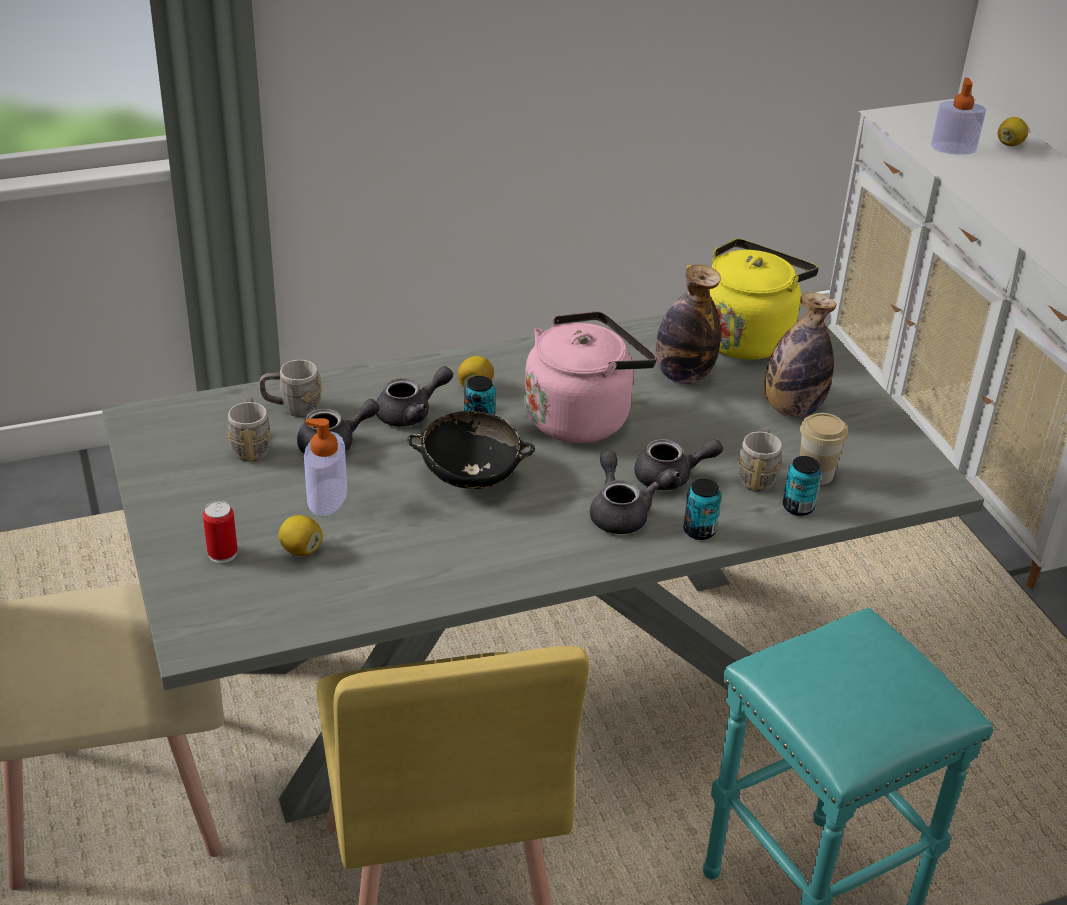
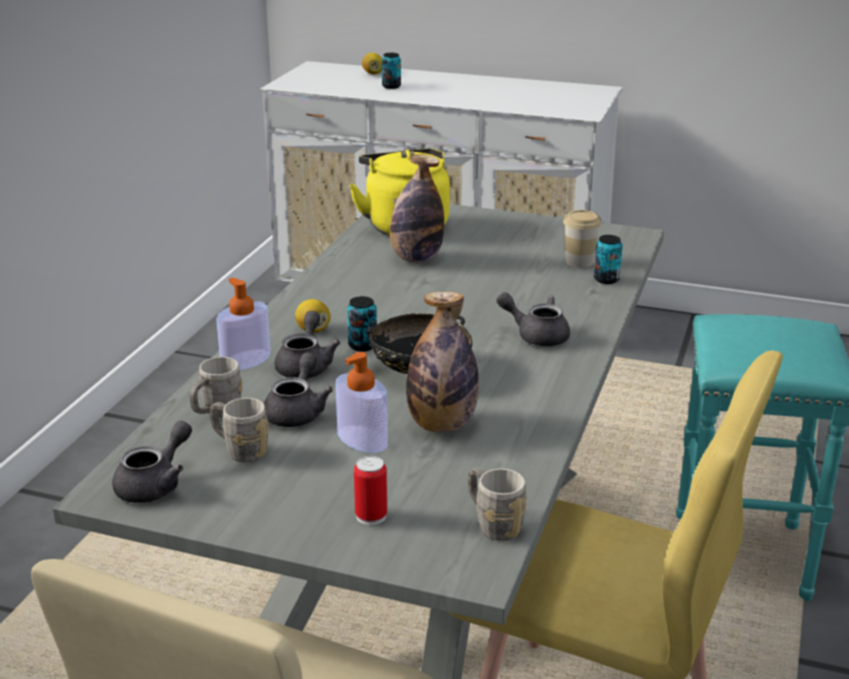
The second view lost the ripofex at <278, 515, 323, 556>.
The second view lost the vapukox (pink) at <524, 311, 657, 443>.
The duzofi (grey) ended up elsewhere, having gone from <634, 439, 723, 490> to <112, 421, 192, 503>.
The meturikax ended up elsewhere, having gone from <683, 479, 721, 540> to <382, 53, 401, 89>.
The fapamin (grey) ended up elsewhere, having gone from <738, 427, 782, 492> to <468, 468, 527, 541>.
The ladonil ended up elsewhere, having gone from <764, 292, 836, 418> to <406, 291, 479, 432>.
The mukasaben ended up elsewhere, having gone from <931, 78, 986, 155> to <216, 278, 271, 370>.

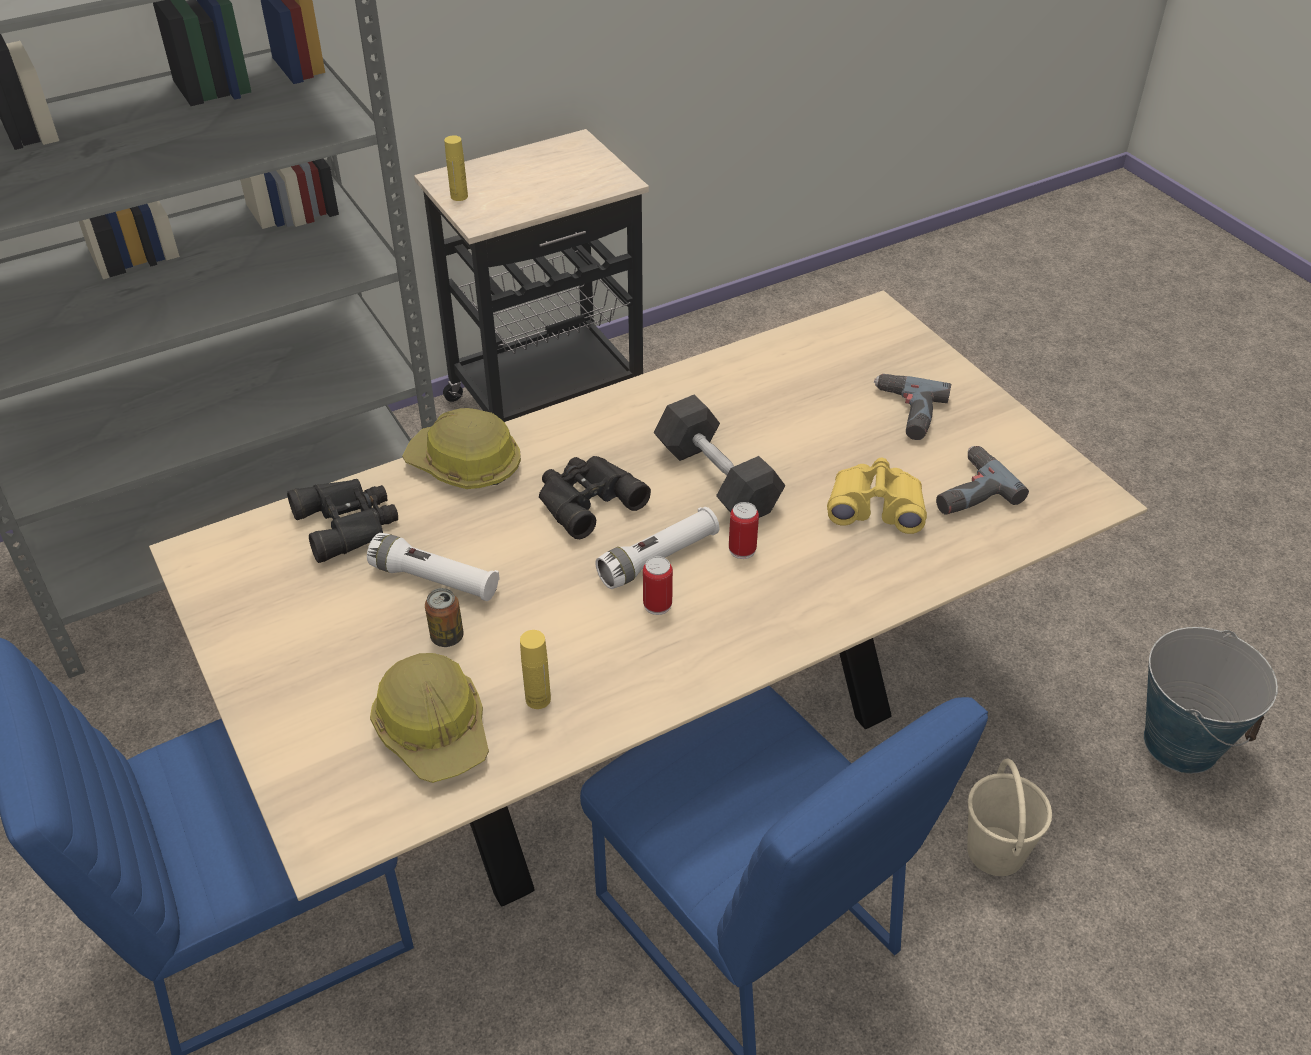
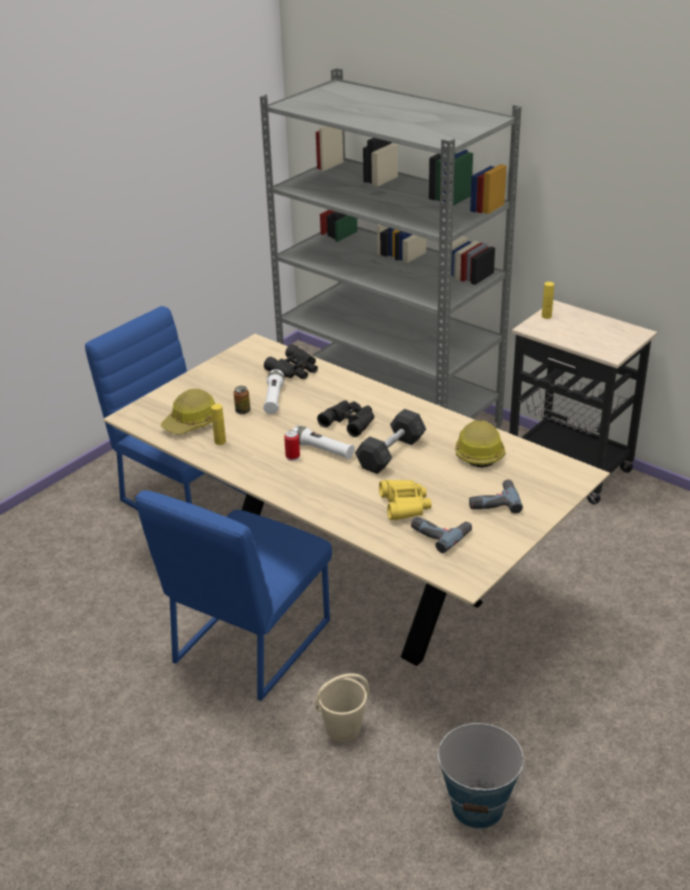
The second view lost the meturikax at <729, 502, 759, 559>.
The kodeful ended up elsewhere, having gone from <402, 408, 521, 489> to <455, 420, 506, 468>.

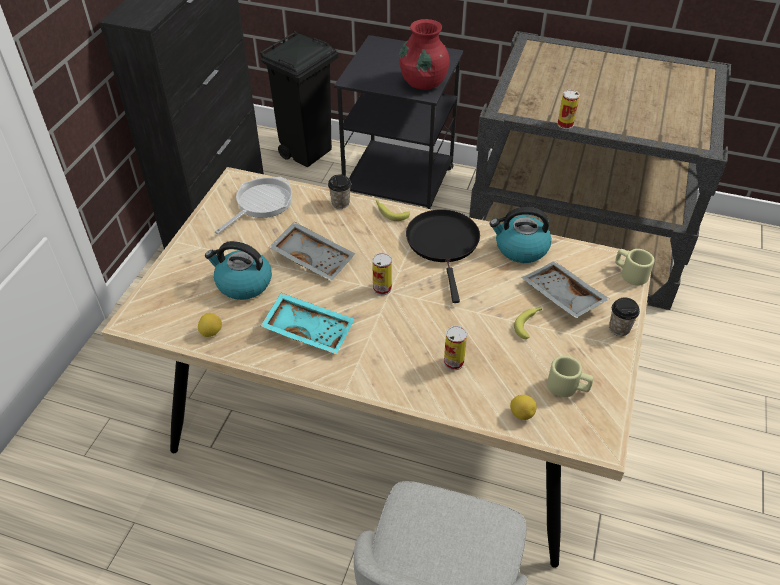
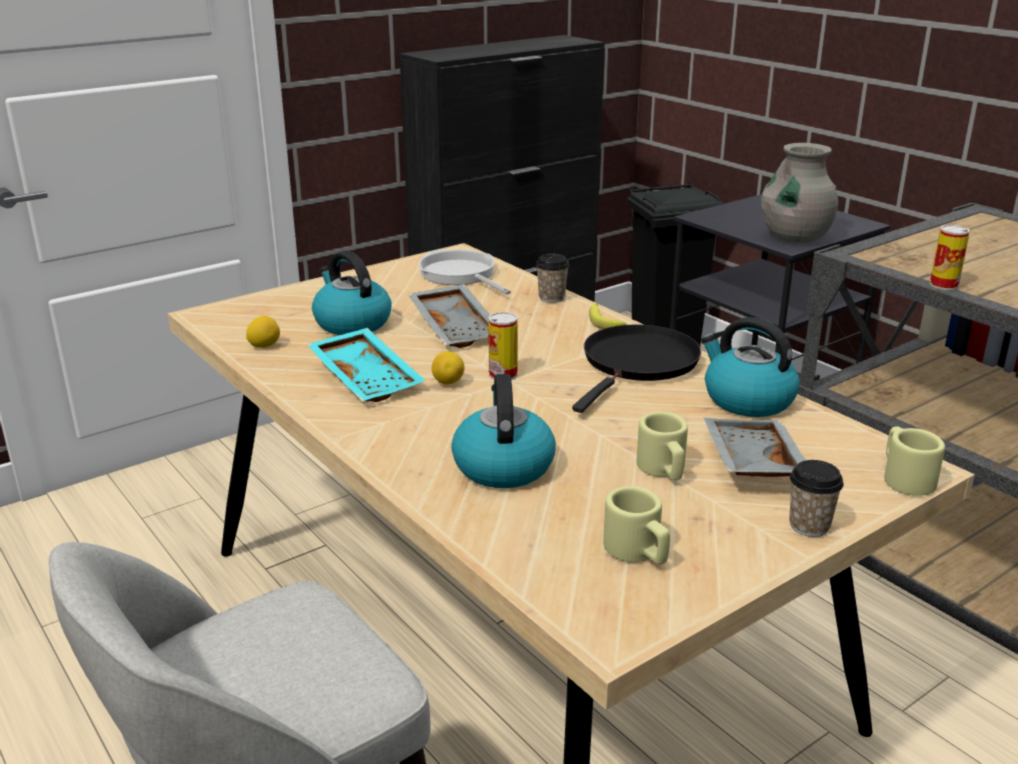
The ripofex ended up elsewhere, having gone from <510, 395, 537, 420> to <432, 352, 464, 385>.
Where the meturikax stood at <444, 325, 467, 370>, the vapukox came to stand at <451, 374, 556, 488>.
Where the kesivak stood at <514, 307, 542, 339>, the fapamin (beige) came to stand at <636, 412, 688, 480>.
What was the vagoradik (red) at <399, 19, 450, 90> turned into the vagoradik (grey) at <761, 143, 838, 243>.
The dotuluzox at <215, 177, 292, 234> ended up facing another way, 105 degrees counterclockwise from before.

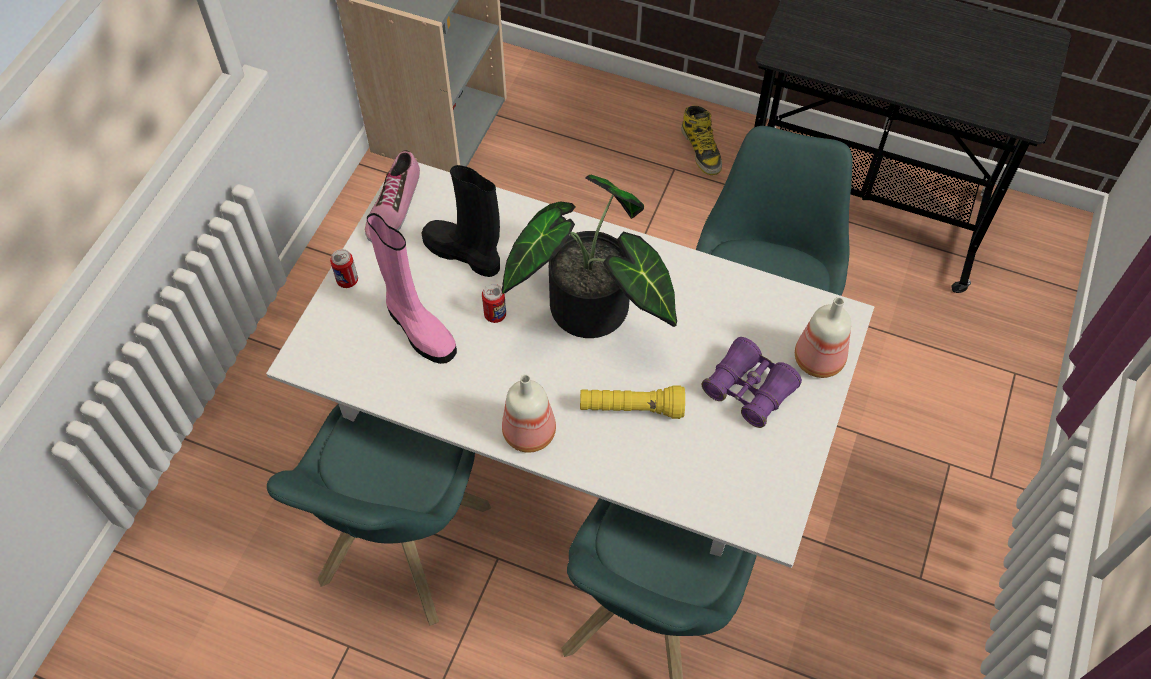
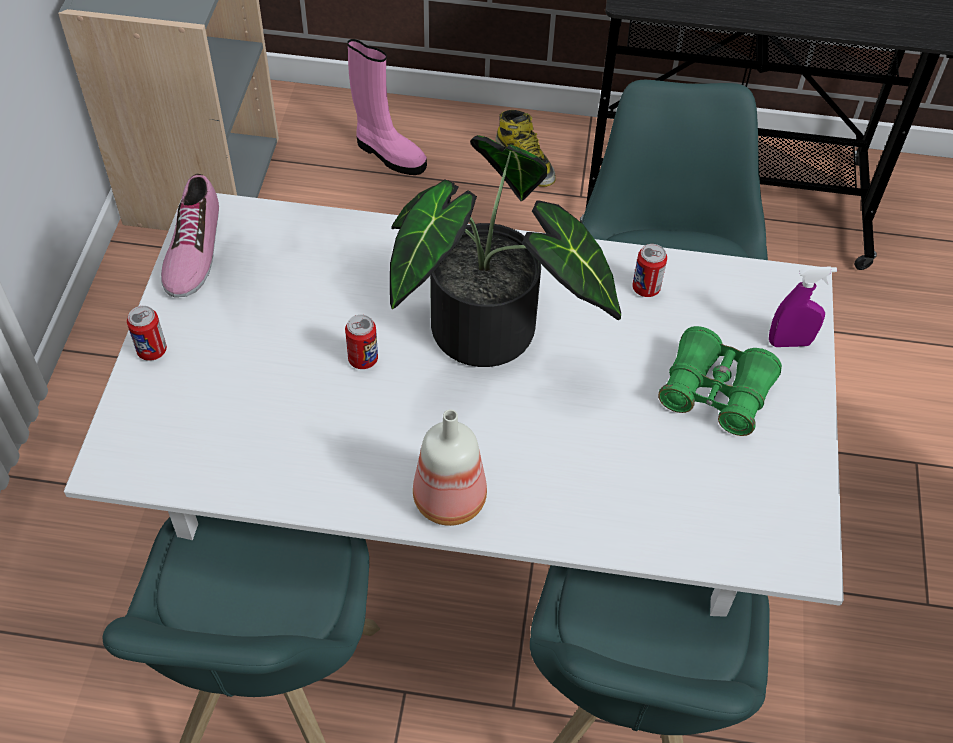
The second view lost the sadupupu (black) at <422, 165, 500, 277>.
The second view lost the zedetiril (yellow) at <580, 385, 685, 419>.
The second view gained the meturikax at <632, 244, 667, 297>.
The sadupupu (pink) ended up elsewhere, having gone from <367, 213, 457, 364> to <347, 39, 427, 175>.
Where the ladonil stood at <795, 297, 851, 378>, the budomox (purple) came to stand at <769, 266, 837, 347>.
What was the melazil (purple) at <702, 337, 802, 428> turned into the melazil (green) at <658, 326, 782, 436>.

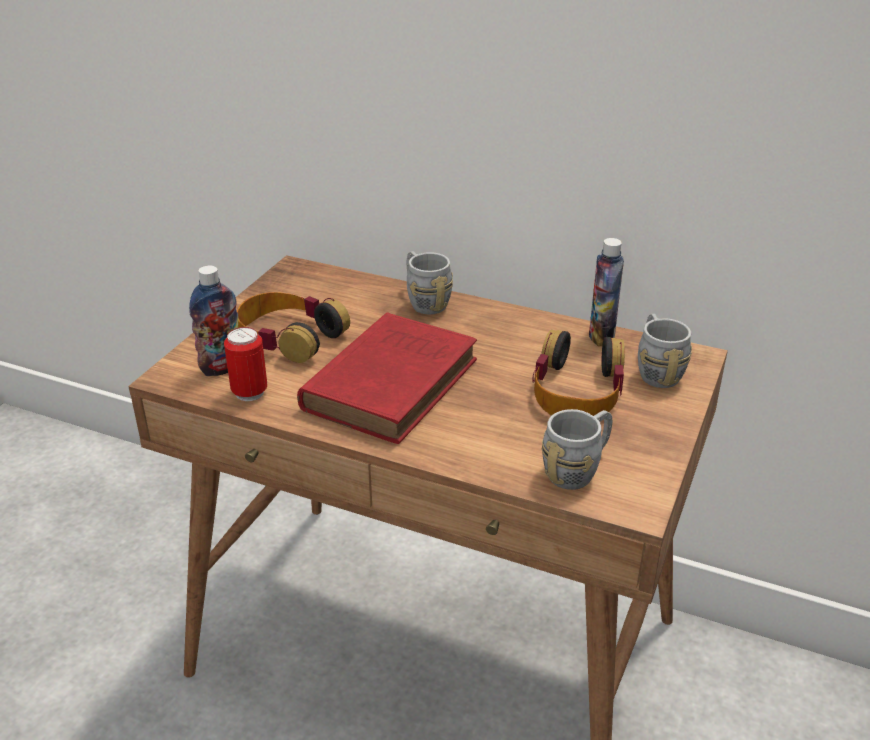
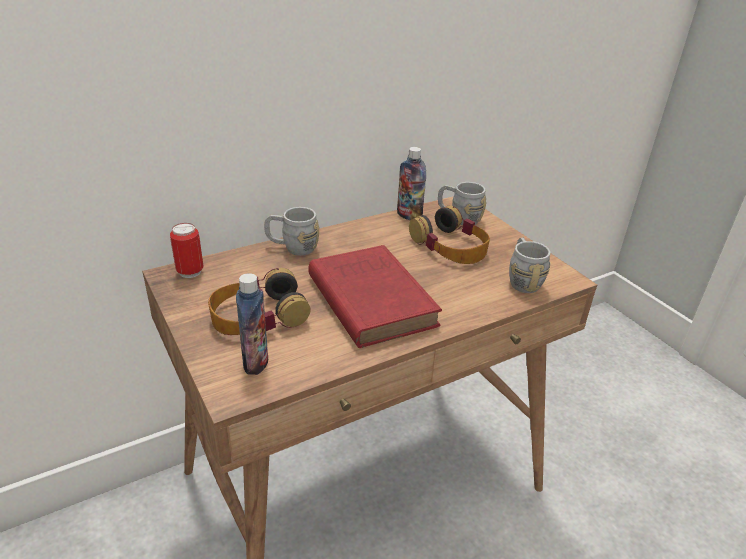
The meturikax ended up elsewhere, having gone from <224, 327, 267, 401> to <170, 223, 203, 278>.

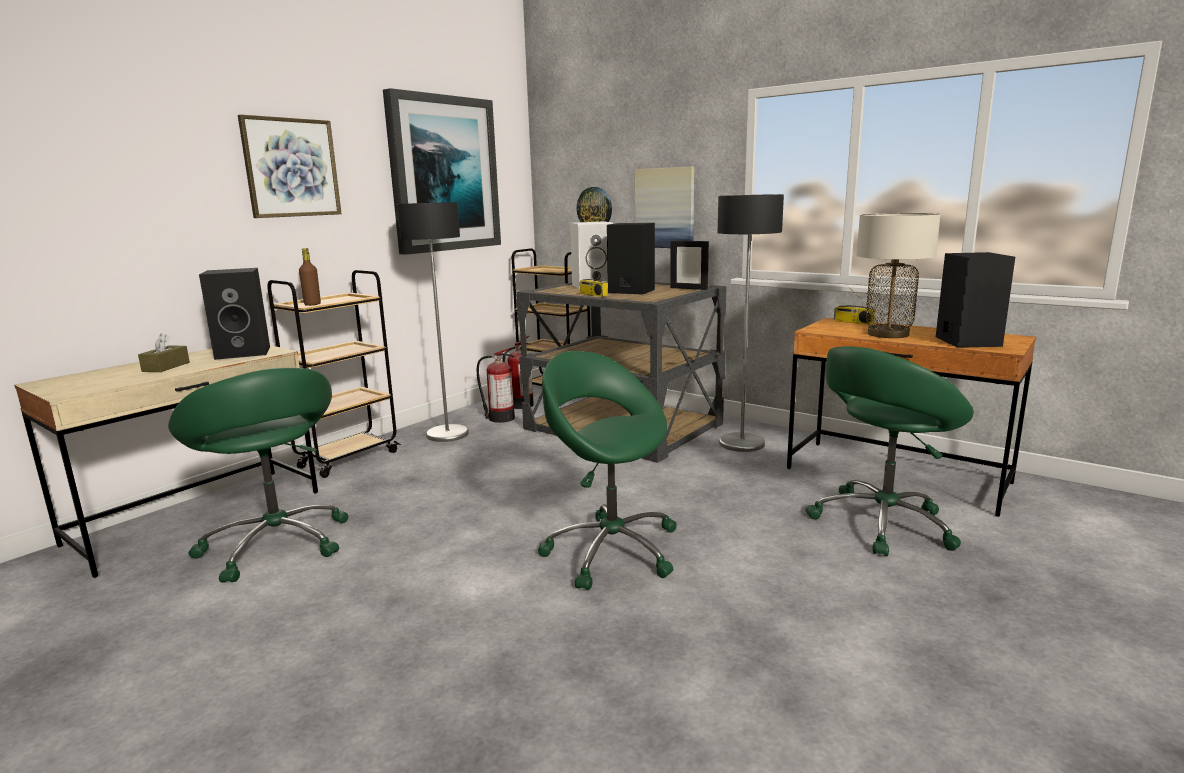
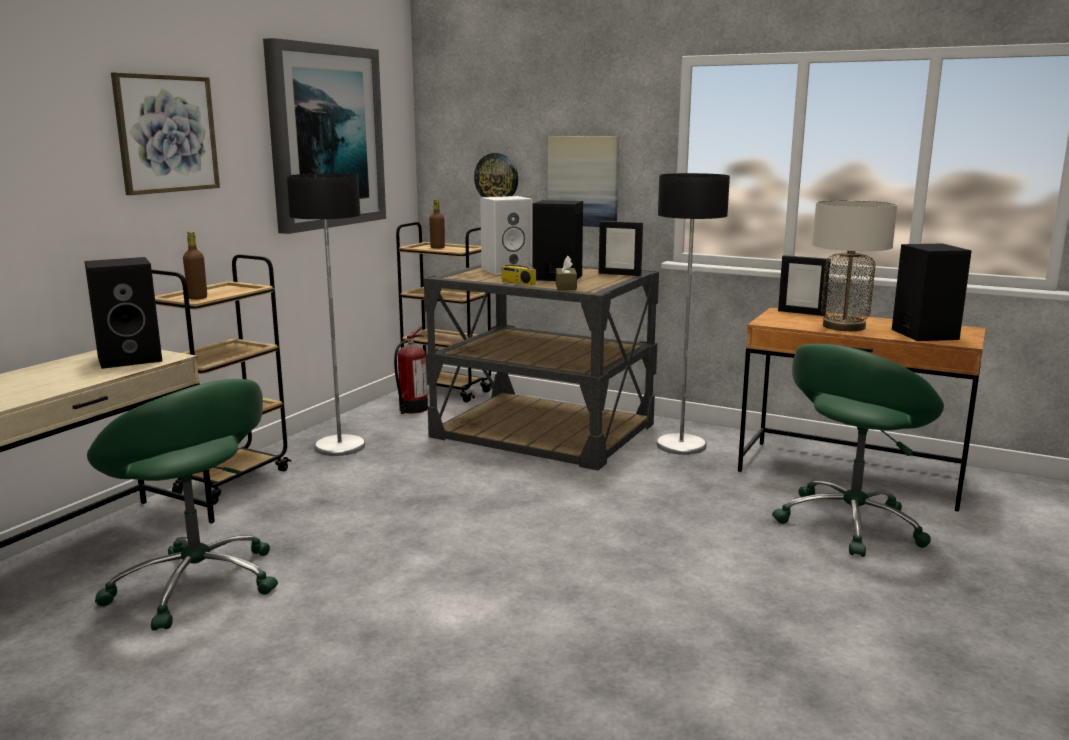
The second view lost the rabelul at <477, 347, 515, 423>.
The second view lost the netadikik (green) at <538, 351, 677, 590>.
The second view gained the ladonil (brown) at <429, 200, 445, 249>.
The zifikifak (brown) ended up elsewhere, having gone from <138, 333, 190, 372> to <556, 256, 577, 290>.
Where the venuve stood at <834, 285, 875, 325>, the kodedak came to stand at <778, 255, 831, 316>.

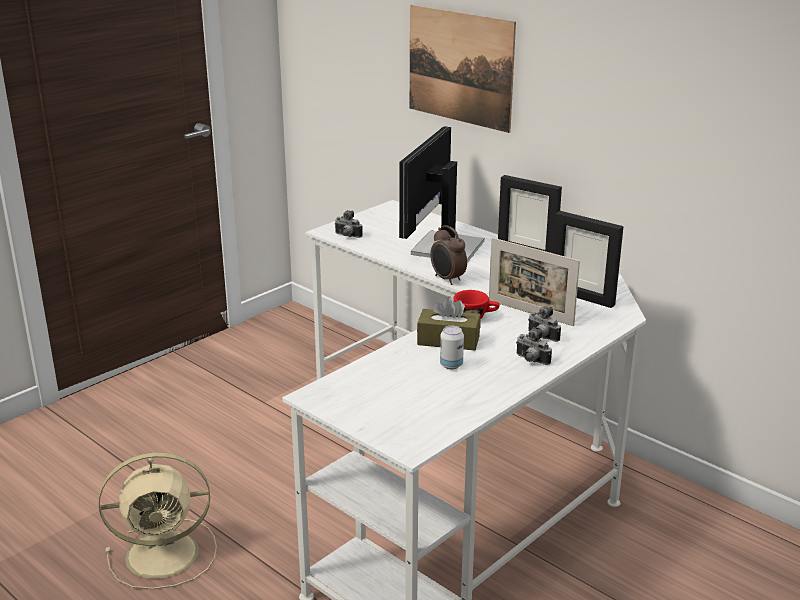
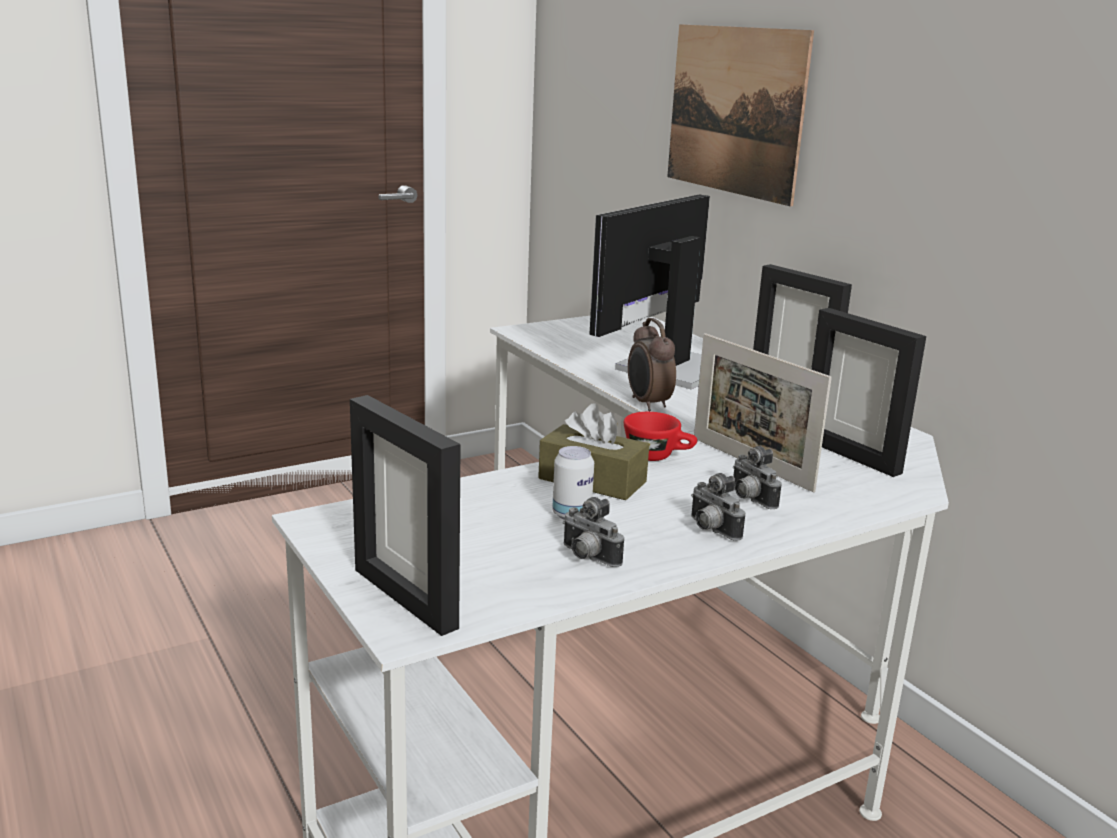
The second view lost the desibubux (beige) at <99, 453, 217, 589>.
The second view gained the kodedak at <350, 395, 461, 636>.
The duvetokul ended up elsewhere, having gone from <334, 210, 363, 238> to <563, 497, 624, 567>.

